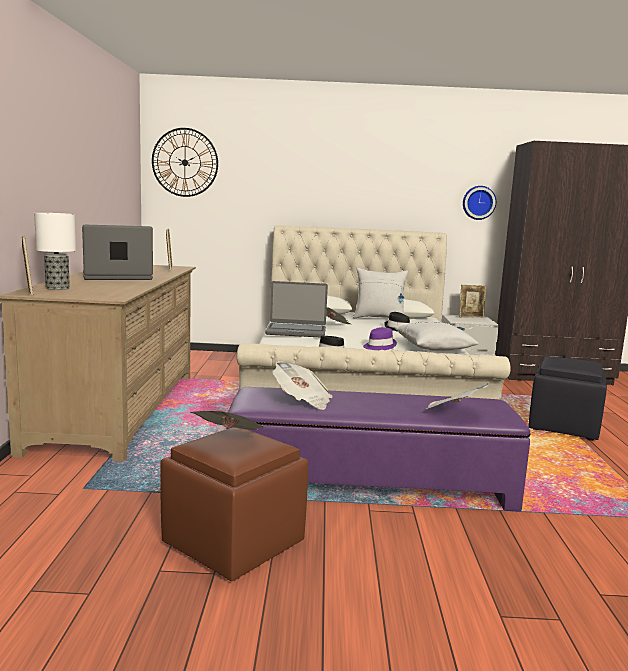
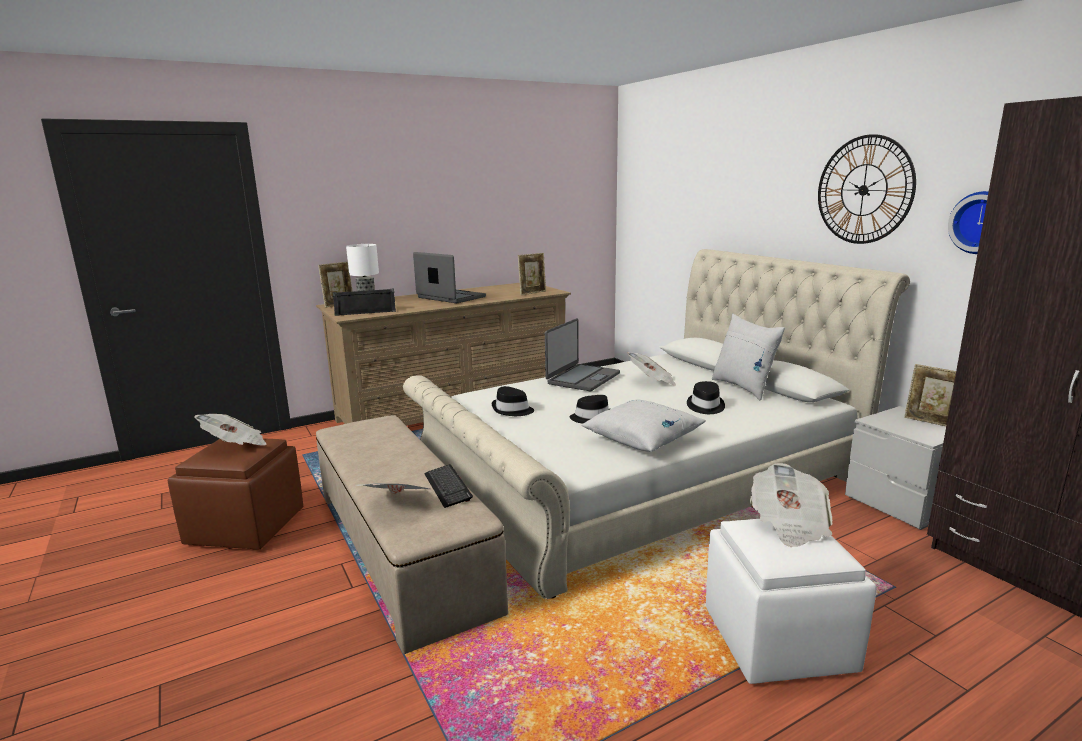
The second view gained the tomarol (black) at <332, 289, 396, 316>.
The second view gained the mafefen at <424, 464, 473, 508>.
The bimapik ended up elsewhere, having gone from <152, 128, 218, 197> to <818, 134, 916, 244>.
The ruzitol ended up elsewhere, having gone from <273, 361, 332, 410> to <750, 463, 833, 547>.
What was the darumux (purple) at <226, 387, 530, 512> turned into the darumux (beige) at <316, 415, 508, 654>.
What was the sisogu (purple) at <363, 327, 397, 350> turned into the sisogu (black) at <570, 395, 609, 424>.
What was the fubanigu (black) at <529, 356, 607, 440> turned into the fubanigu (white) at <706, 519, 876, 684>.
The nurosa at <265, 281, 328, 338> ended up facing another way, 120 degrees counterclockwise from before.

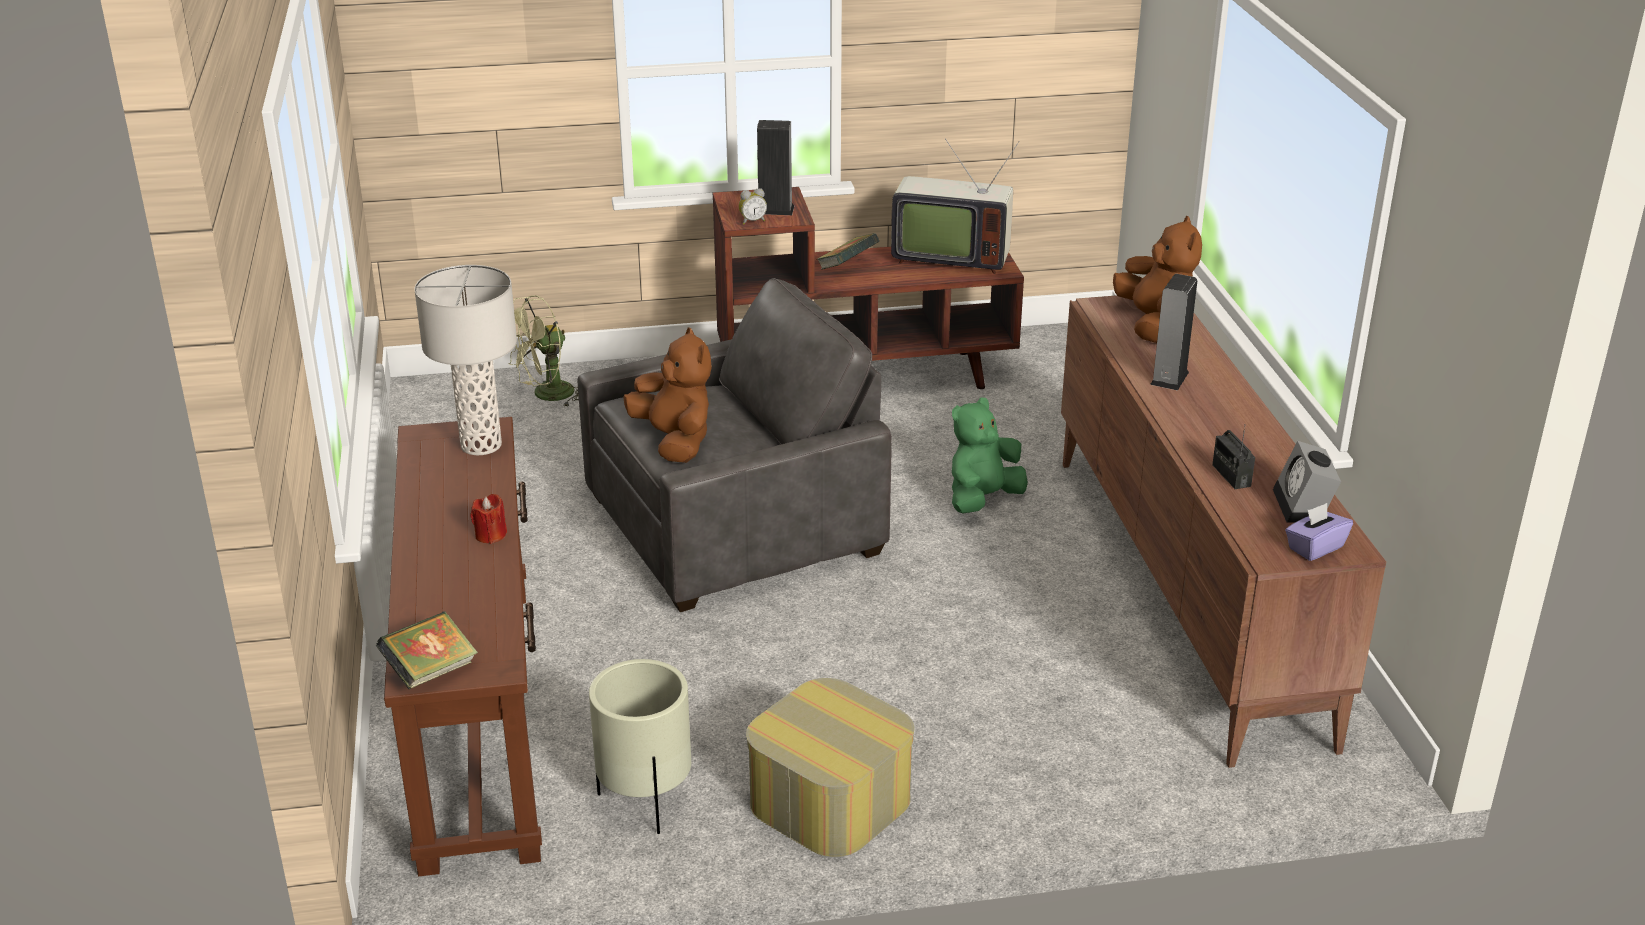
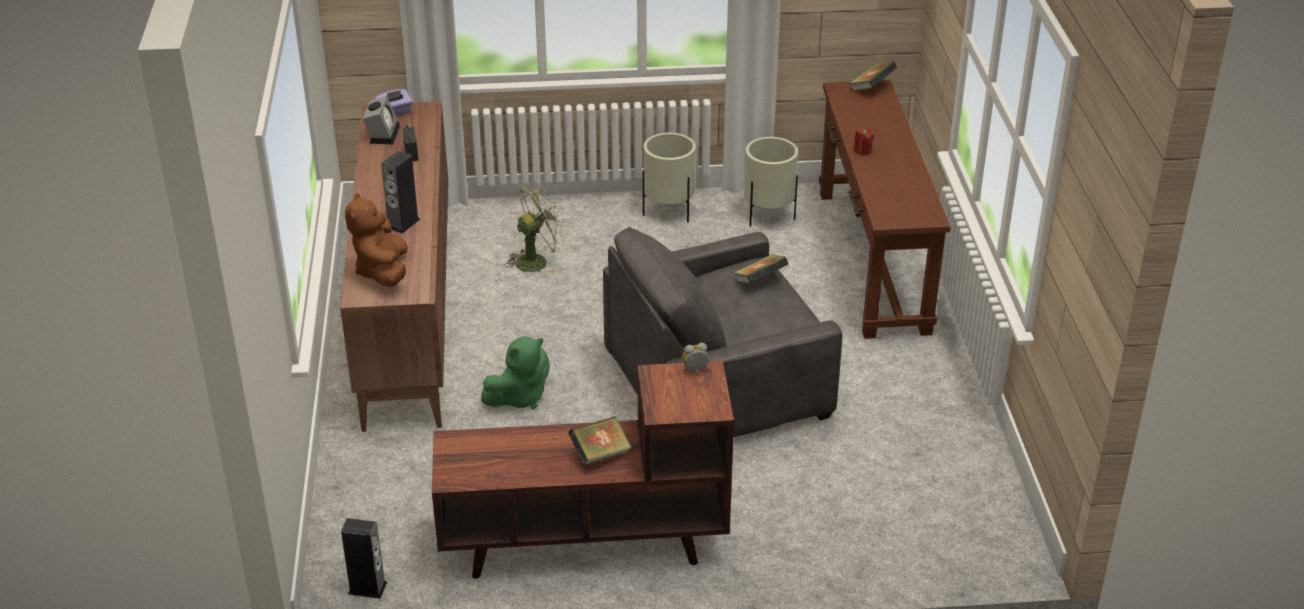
The second view lost the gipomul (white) at <414, 265, 517, 455>.
The second view lost the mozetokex at <891, 138, 1020, 274>.
The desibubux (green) ended up elsewhere, having gone from <508, 295, 579, 407> to <505, 184, 567, 274>.
The tomarol ended up elsewhere, having gone from <757, 120, 794, 215> to <341, 518, 387, 599>.
Where the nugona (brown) stood at <623, 327, 712, 463>, the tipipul came to stand at <734, 254, 789, 284>.
Where the fubanigu stood at <746, 678, 915, 857>, the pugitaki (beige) came to stand at <643, 133, 696, 222>.

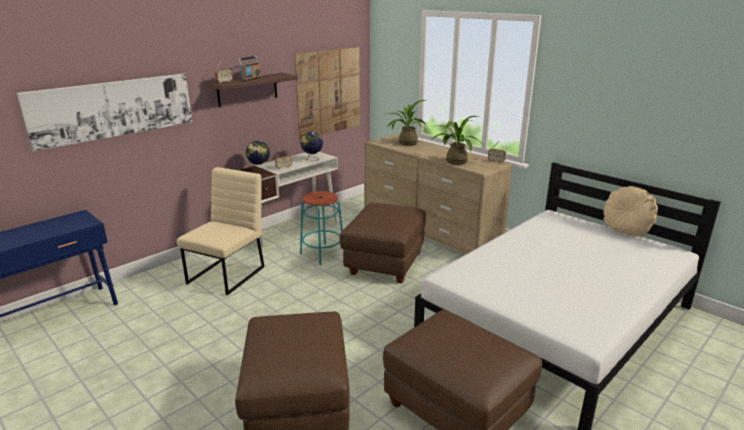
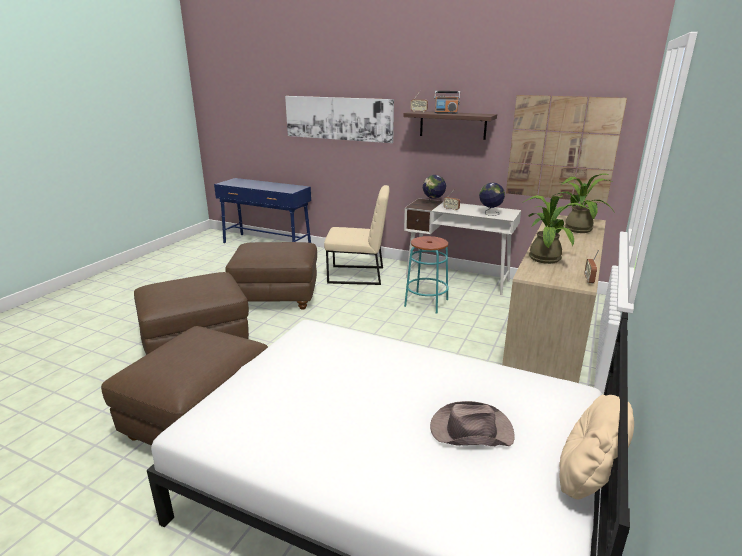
The second view gained the sisogu (brown) at <430, 401, 515, 446>.
The fubanigu (brown) ended up elsewhere, having gone from <340, 202, 426, 283> to <225, 242, 317, 310>.

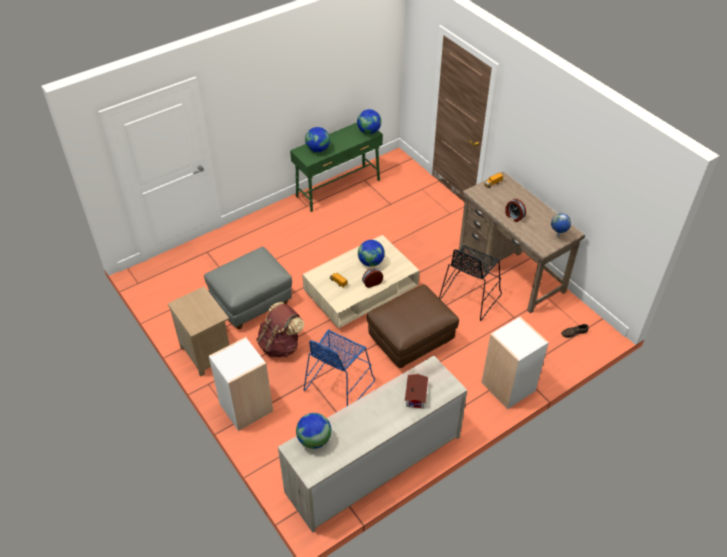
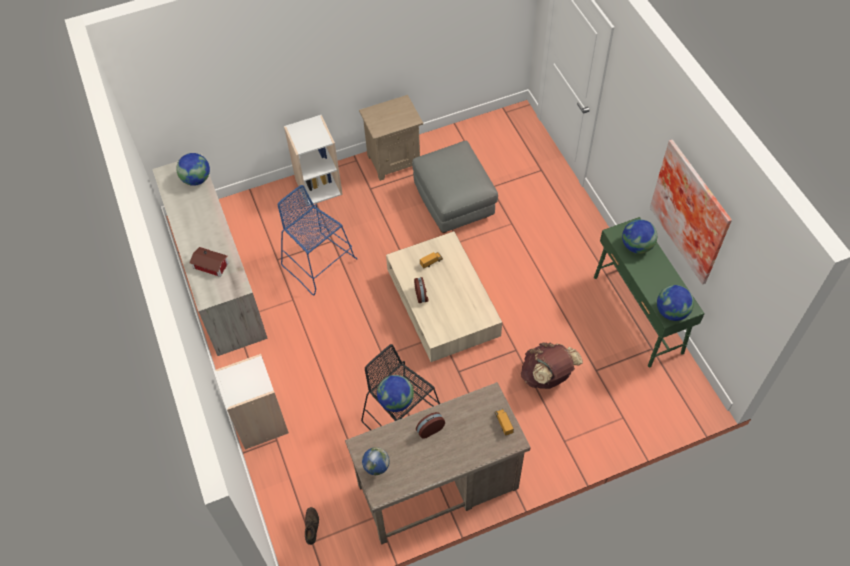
The second view lost the fubanigu (brown) at <367, 284, 459, 368>.
The second view gained the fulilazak at <650, 139, 732, 285>.
The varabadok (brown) ended up elsewhere, having gone from <256, 302, 304, 357> to <521, 342, 583, 389>.
The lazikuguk ended up elsewhere, having gone from <358, 240, 385, 267> to <377, 375, 414, 412>.

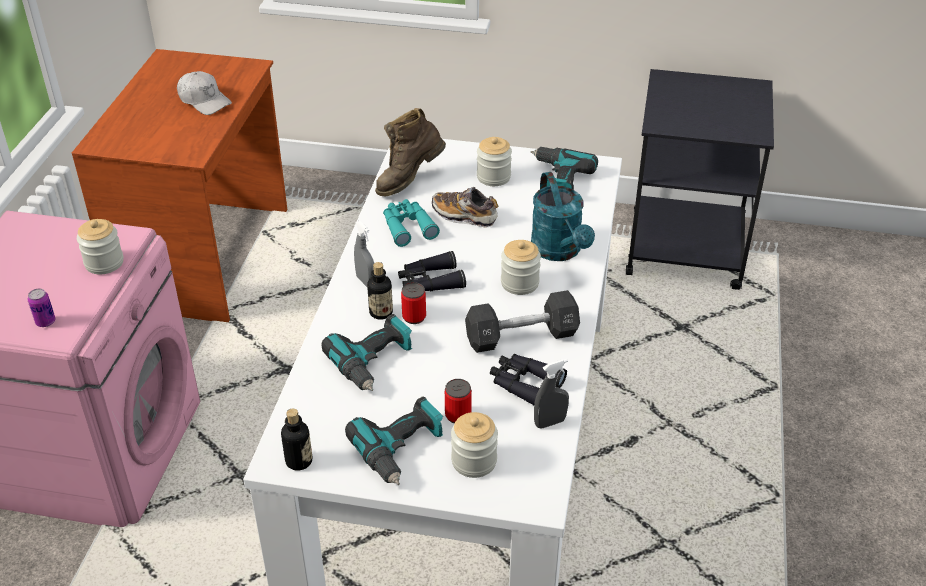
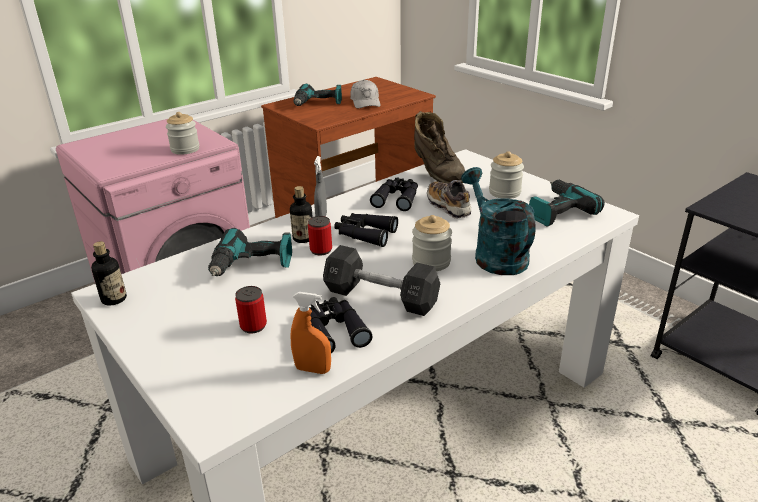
The second view lost the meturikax at <28, 289, 56, 327>.
The second view lost the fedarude at <451, 412, 498, 478>.
The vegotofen ended up elsewhere, having gone from <345, 396, 443, 485> to <293, 84, 342, 106>.
What was the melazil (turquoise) at <383, 199, 440, 247> turned into the melazil (black) at <370, 177, 418, 211>.
What was the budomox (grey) at <534, 359, 569, 429> turned into the budomox (orange) at <290, 292, 331, 374>.
The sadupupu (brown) at <375, 108, 446, 197> ended up facing another way, 120 degrees counterclockwise from before.
The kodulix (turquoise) at <531, 172, 595, 261> ended up facing another way, 135 degrees clockwise from before.

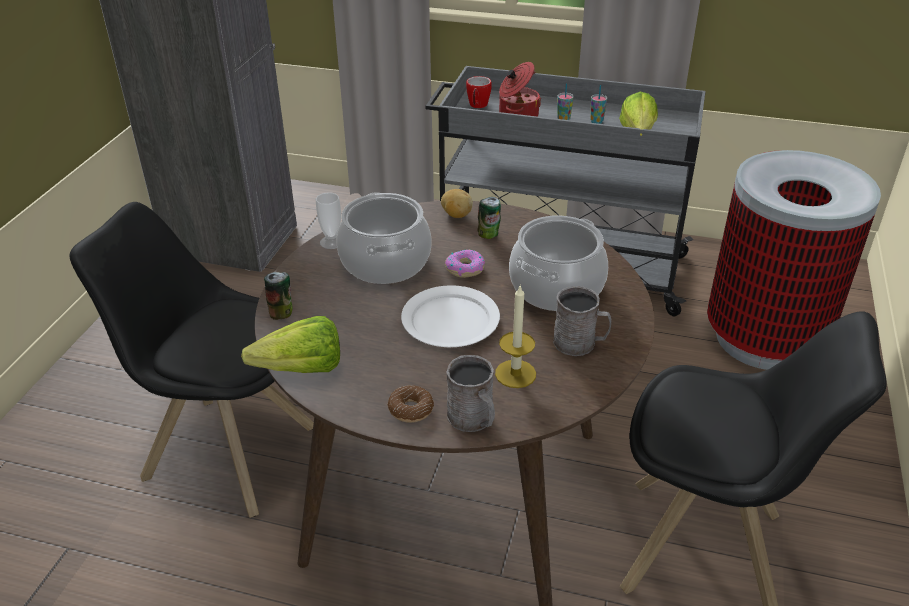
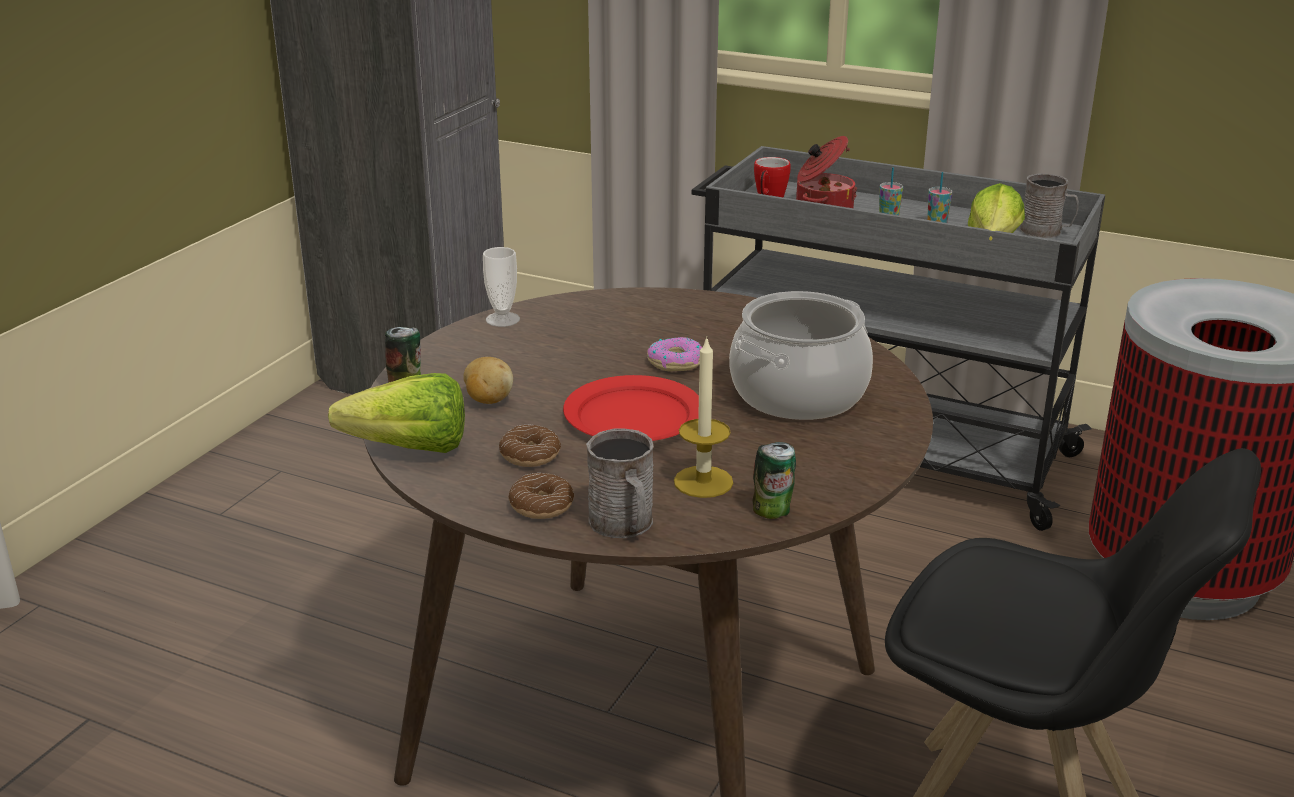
The second view lost the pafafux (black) at <70, 202, 314, 518>.
The second view lost the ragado at <337, 192, 432, 284>.
The second view gained the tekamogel at <499, 425, 561, 467>.
The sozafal ended up elsewhere, having gone from <441, 189, 473, 218> to <463, 357, 513, 404>.
The meturikax ended up elsewhere, having gone from <478, 197, 501, 239> to <753, 442, 796, 519>.
The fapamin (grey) ended up elsewhere, having gone from <553, 286, 611, 356> to <1020, 173, 1079, 238>.
What was the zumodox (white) at <401, 285, 500, 347> turned into the zumodox (red) at <563, 375, 699, 441>.

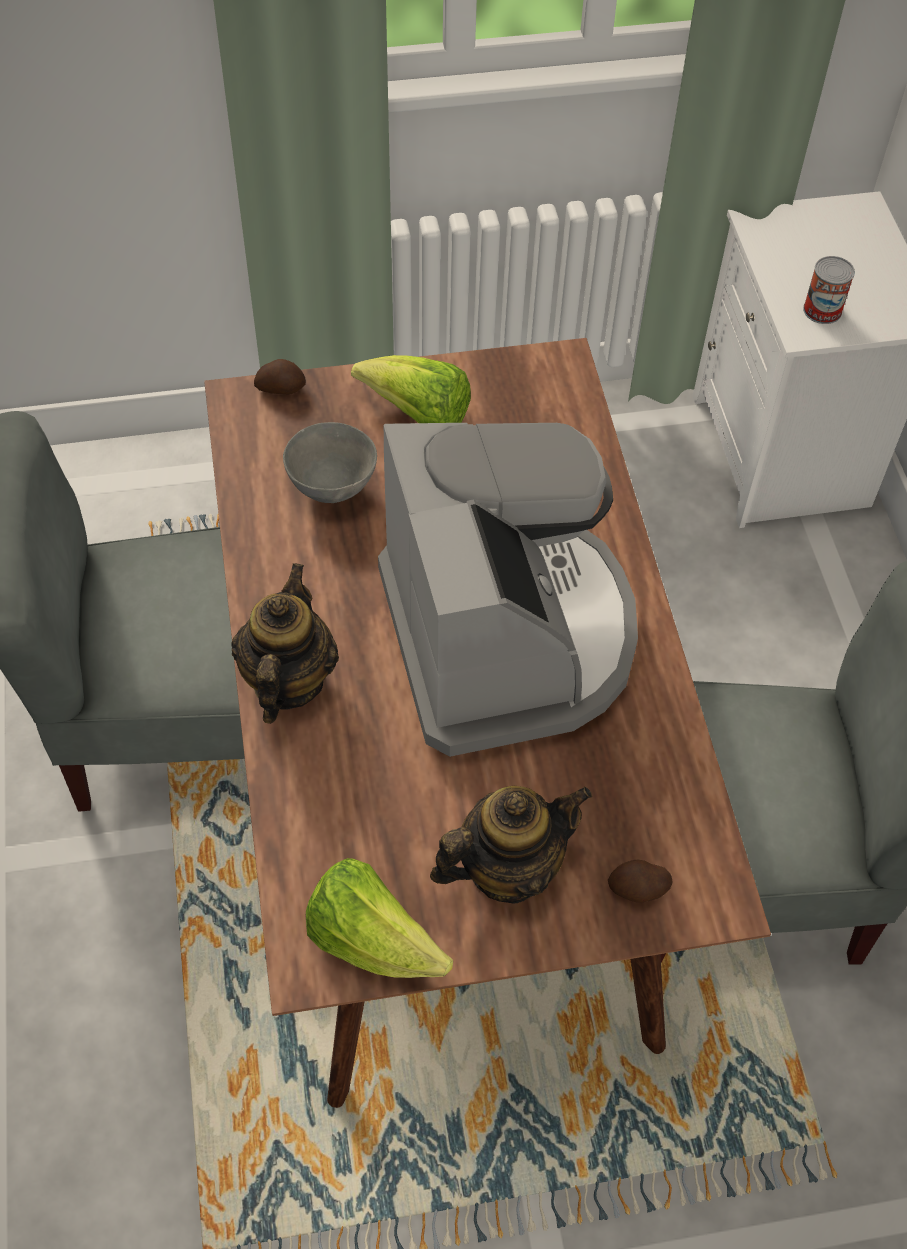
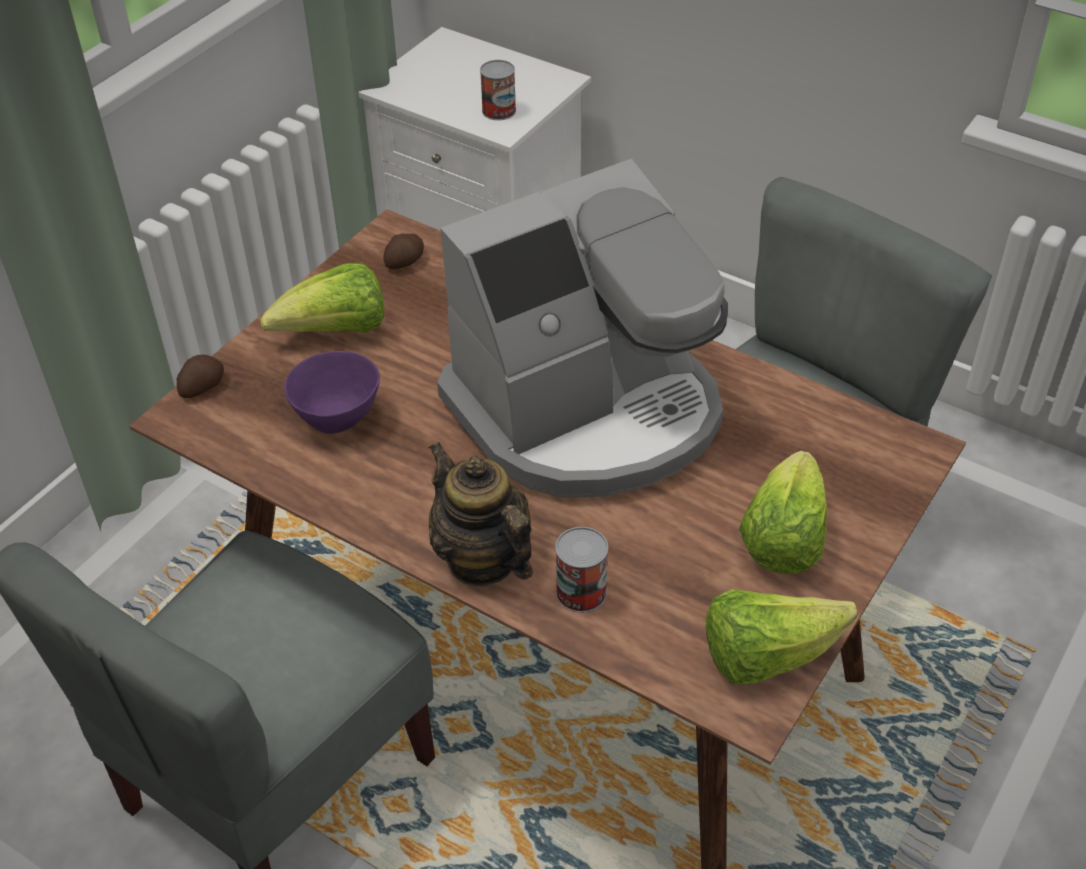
The second view gained the meturikax at <555, 527, 608, 613>.
The sozafal ended up elsewhere, having gone from <608, 859, 672, 903> to <383, 233, 424, 269>.
Where the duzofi stood at <430, 786, 592, 903>, the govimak came to stand at <739, 451, 828, 574>.
What was the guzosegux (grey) at <283, 422, 377, 503> turned into the guzosegux (purple) at <285, 351, 380, 434>.
The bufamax at <378, 423, 638, 757> ended up facing another way, 120 degrees clockwise from before.

